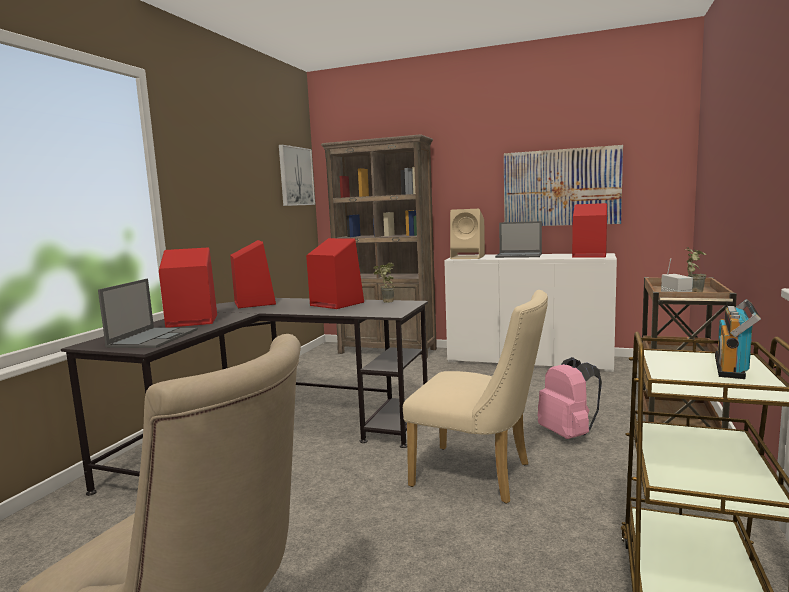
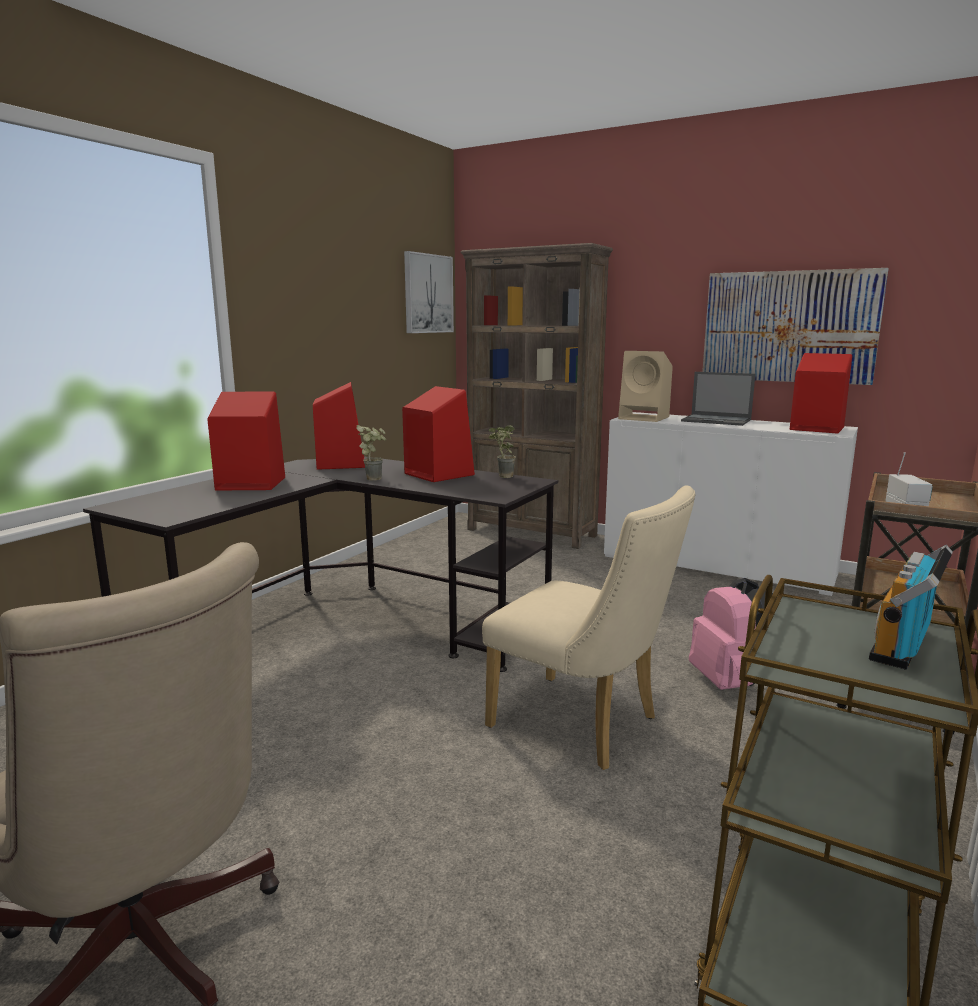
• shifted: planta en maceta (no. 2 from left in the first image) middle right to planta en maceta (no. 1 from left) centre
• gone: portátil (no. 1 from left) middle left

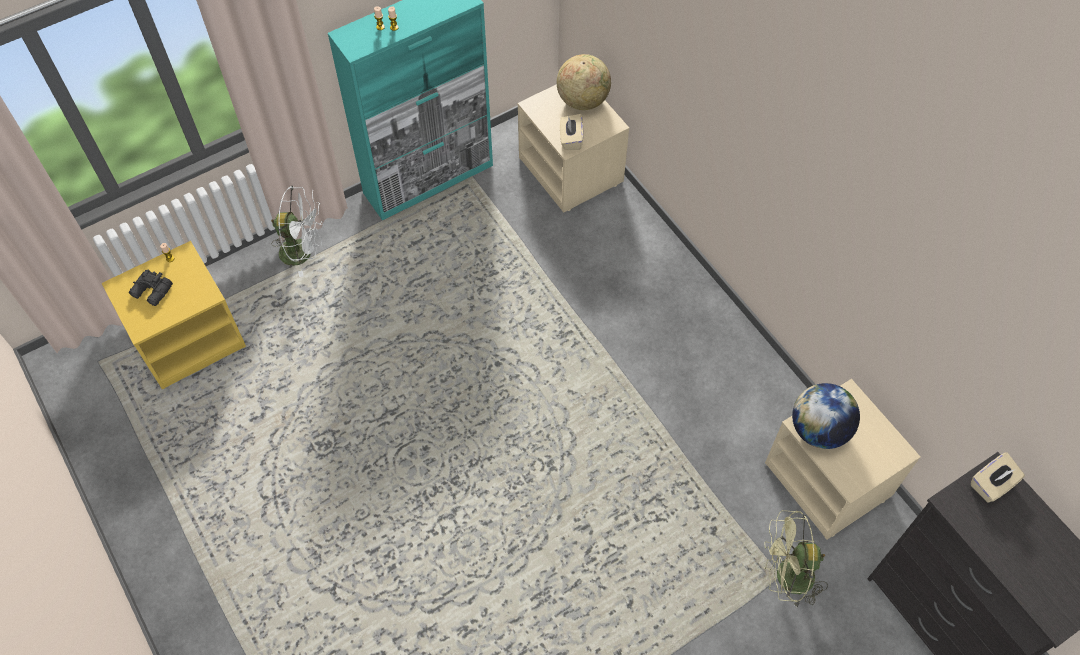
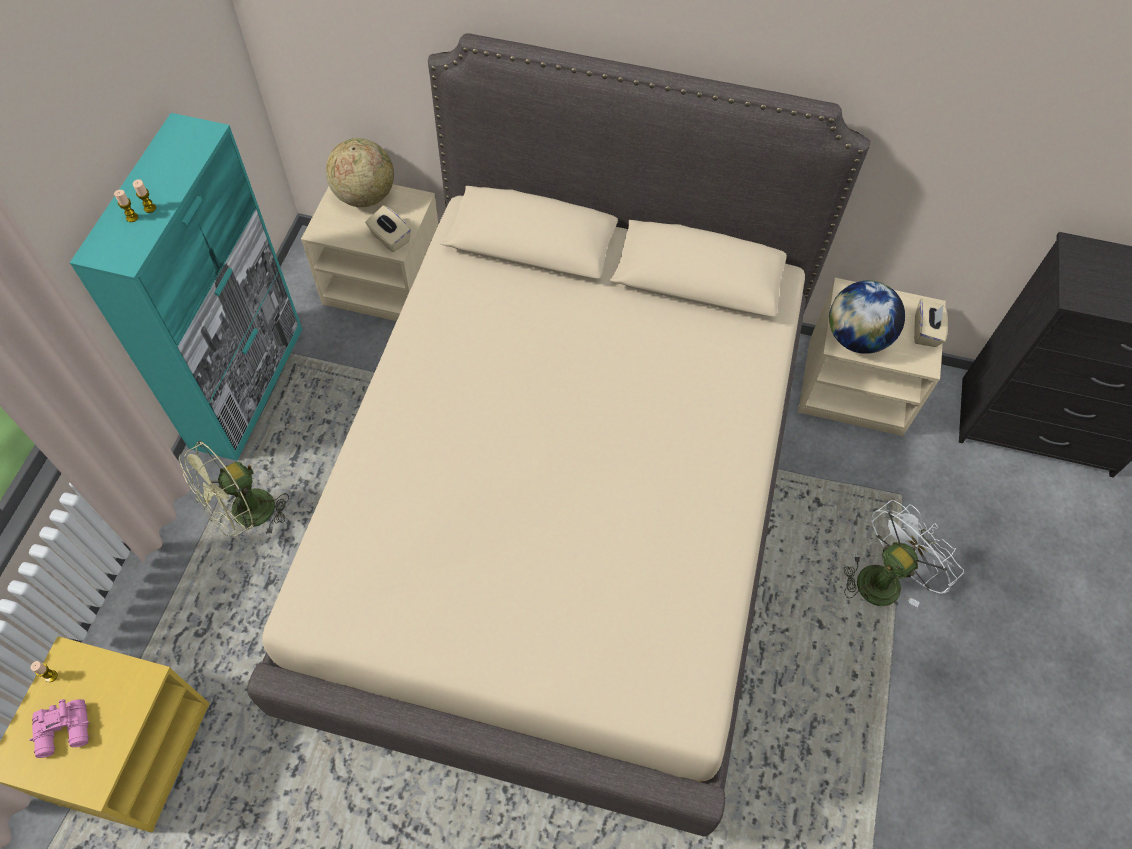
• repainted: prismáticos/negro middle left to prismáticos/rosa bottom left
• shifted: ventilador/verde bottom right to middle left
• new: cama/beis centre
• shifted: ventilador/blanco middle left to middle right
• shifted: caja de pañuelos/beis (no. 2 from left) bottom right to middle right

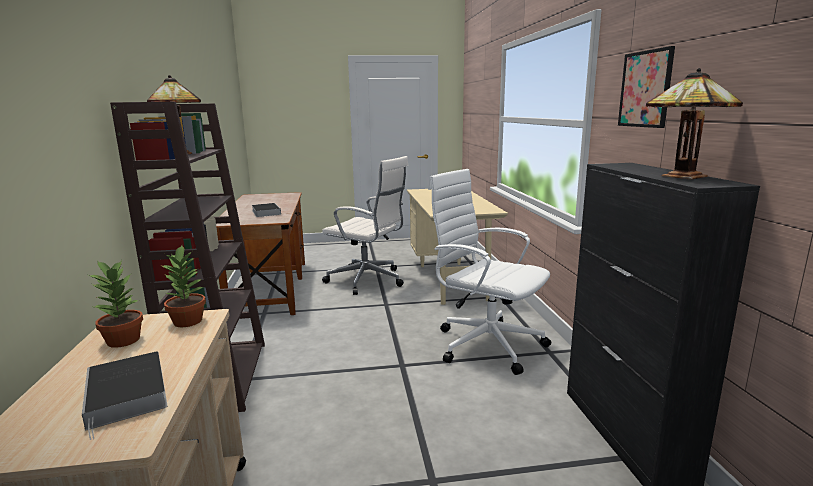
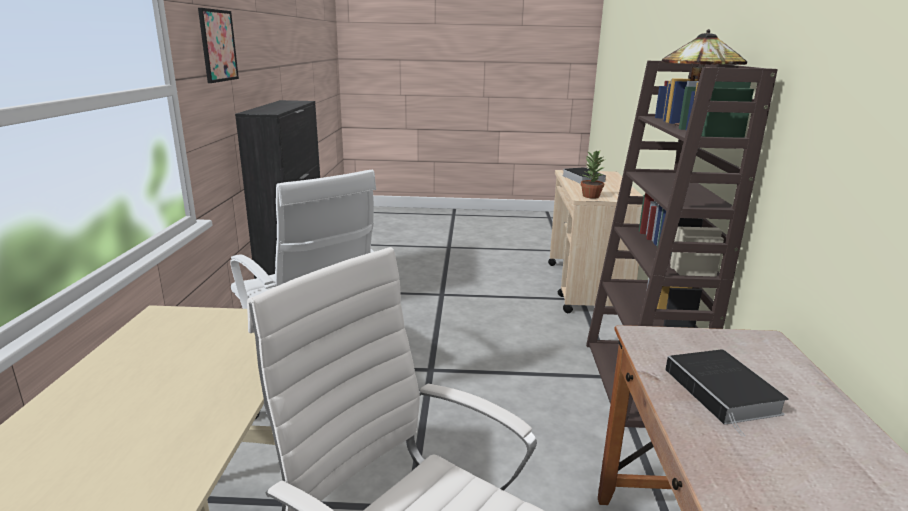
• gone: planta en maceta (no. 1 from left) middle left
• gone: lámpara de mesa (no. 2 from left) top right

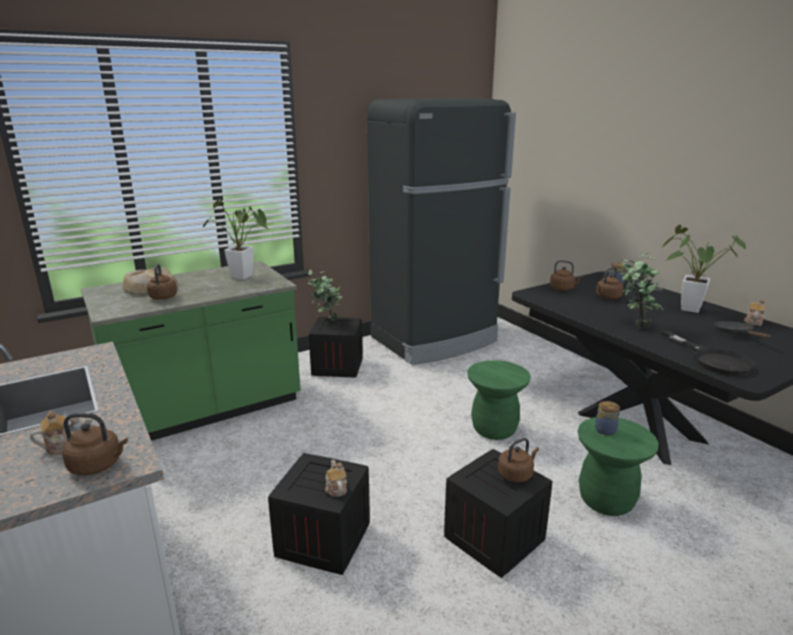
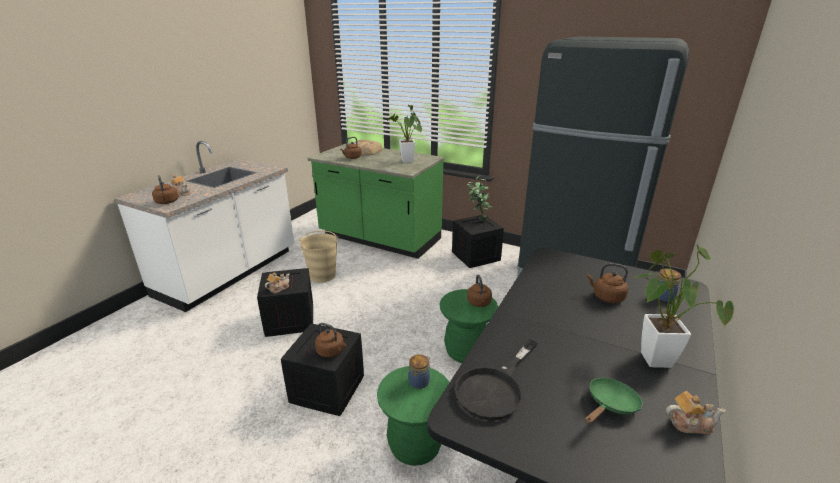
• new: cubo/beis centre
• shifted: hervidor/marrón (no. 4 from left) middle right to centre
• repainted: sartén/negro (no. 2 from left) middle right to sartén/verde bottom right
• gone: planta en maceta (no. 3 from left) middle right

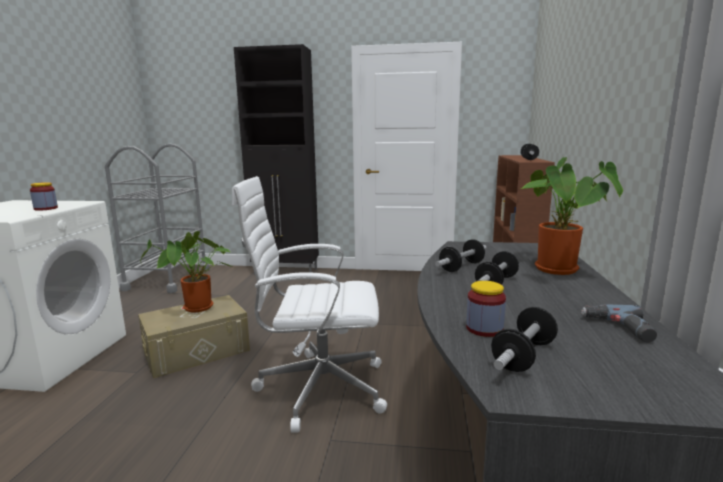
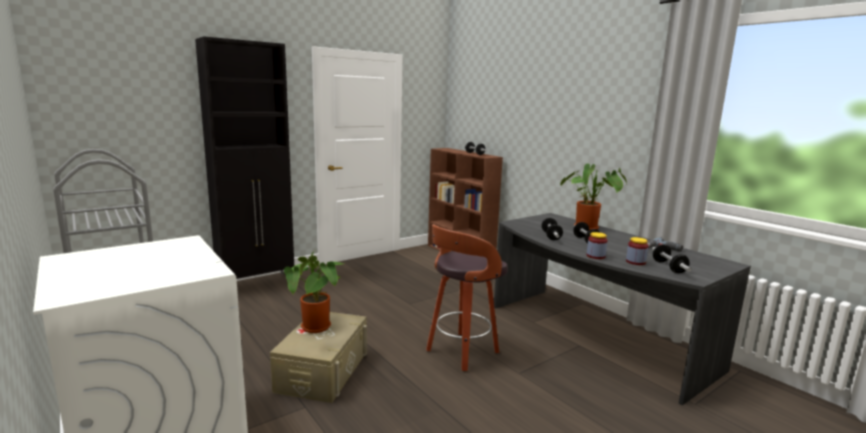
• swapped: silla de oficina/blanco centre to taburete bottom centre
• shifted: tarro (no. 1 from left) middle left to middle right

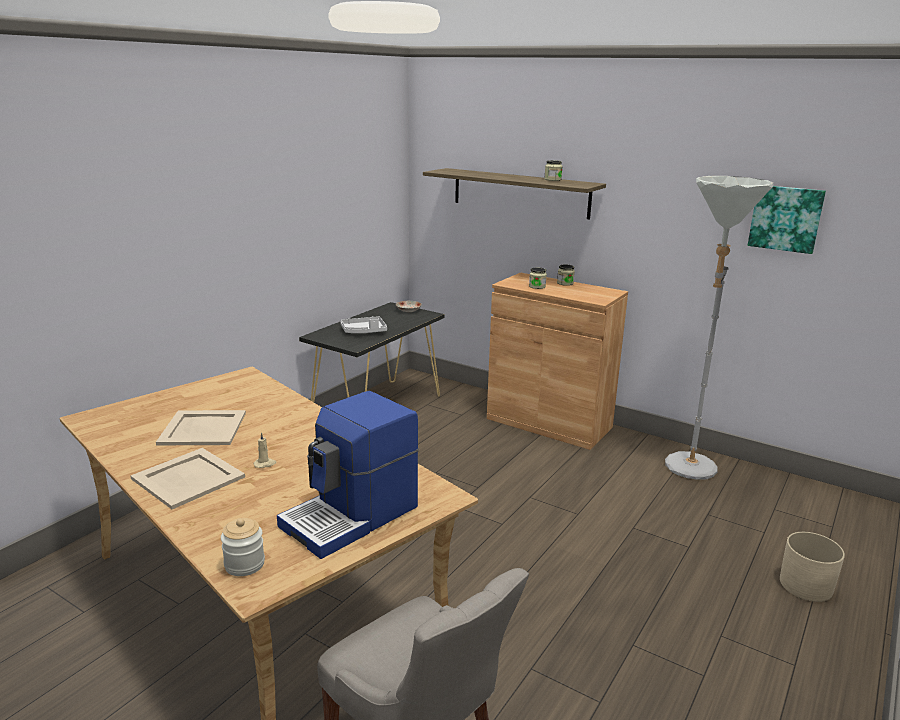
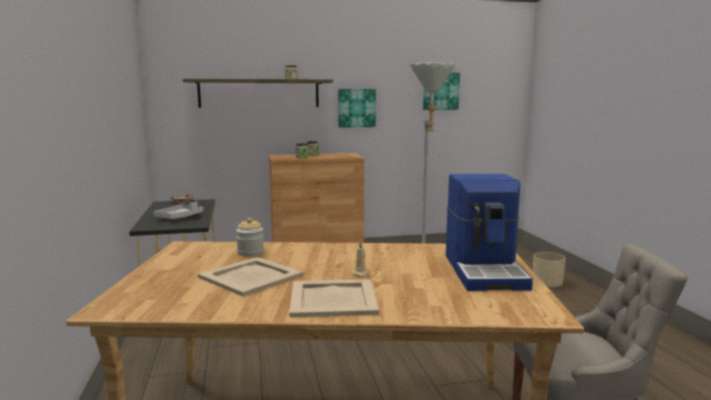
• shifted: tarro (no. 1 from left) bottom left to centre
• new: cuadro (no. 1 from left) top centre

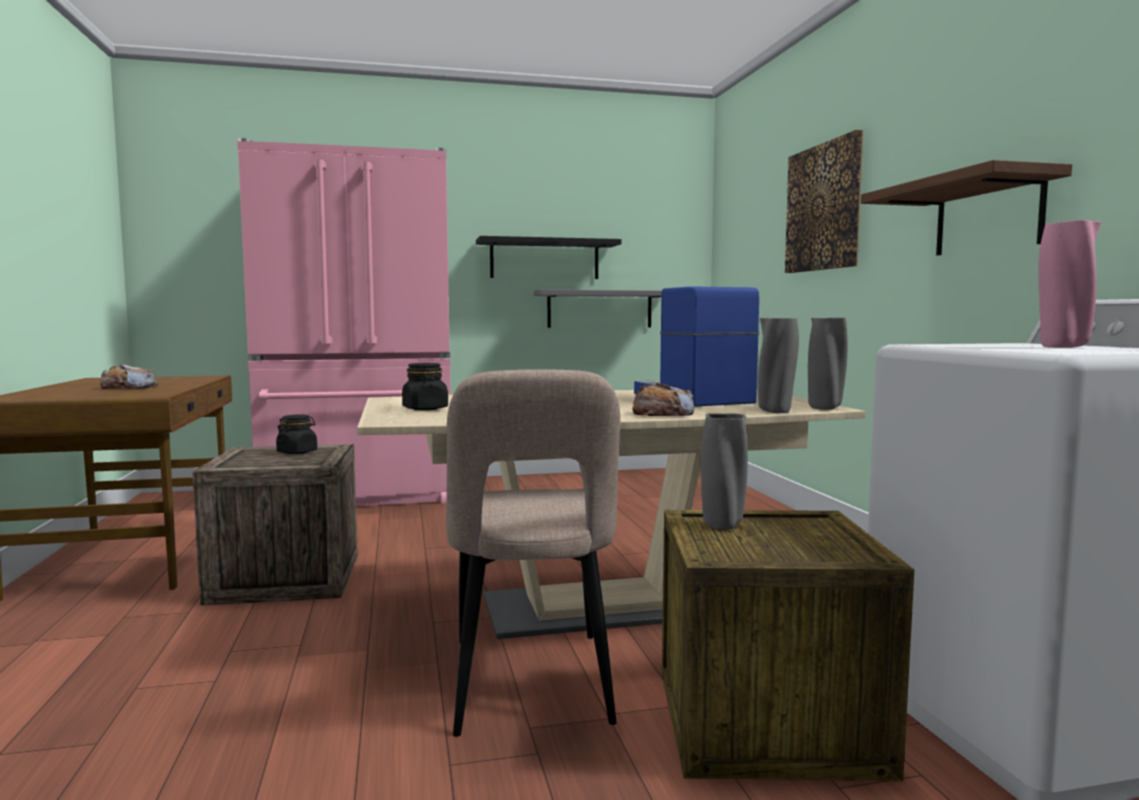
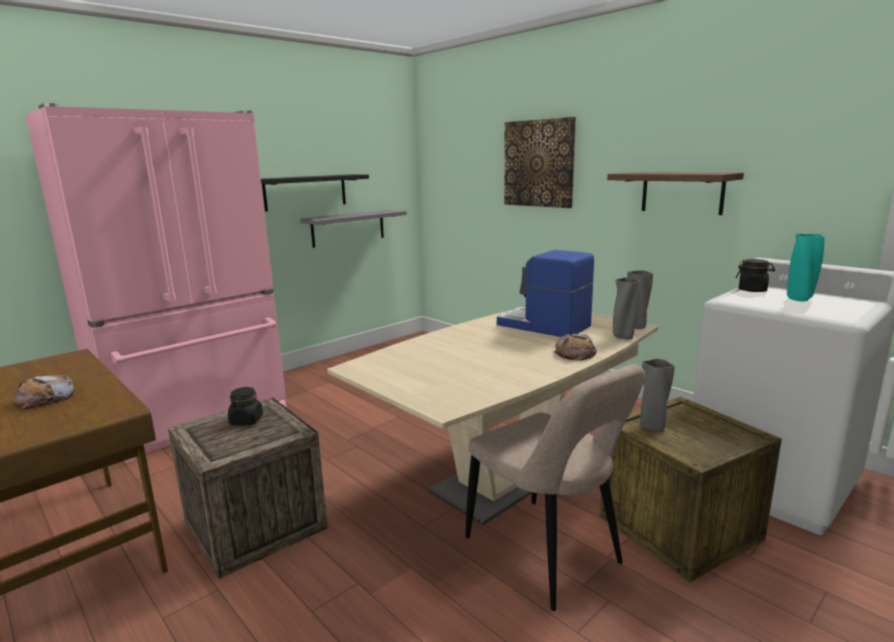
• shifted: tarro/negro (no. 2 from left) centre to middle right
• repainted: florero/rosa middle right to florero/turquesa middle right

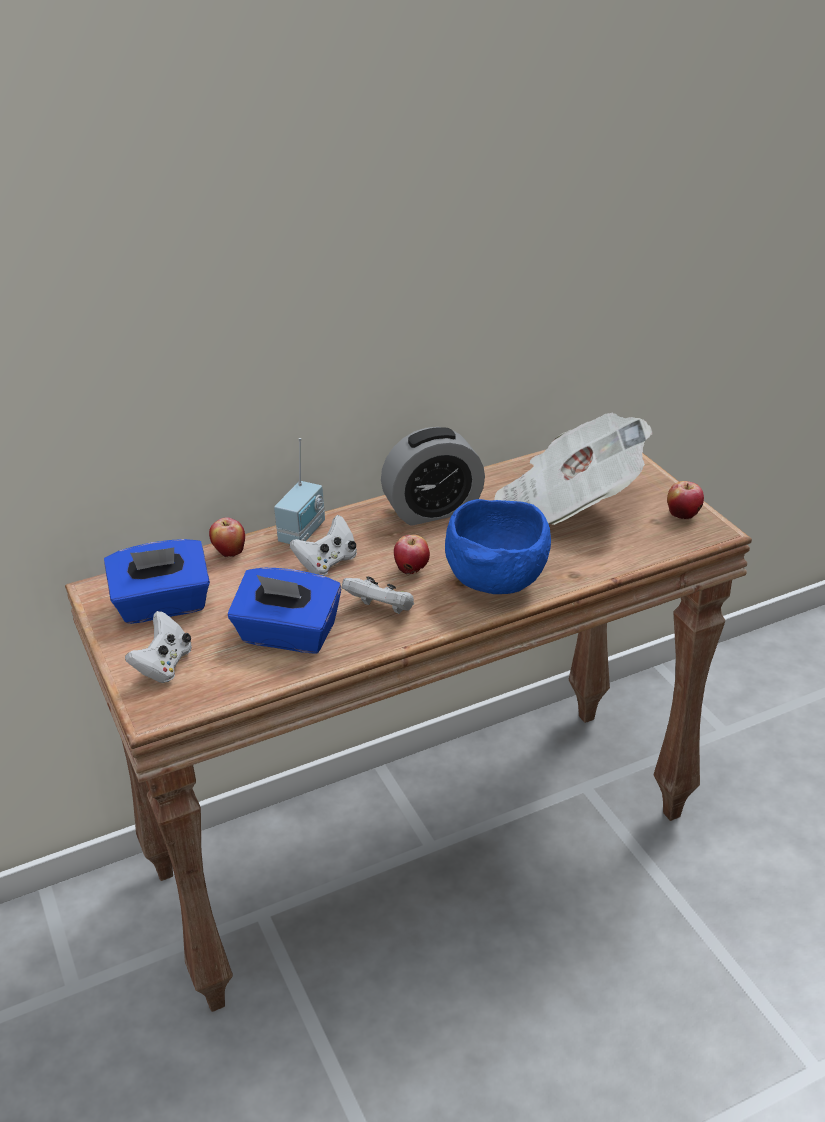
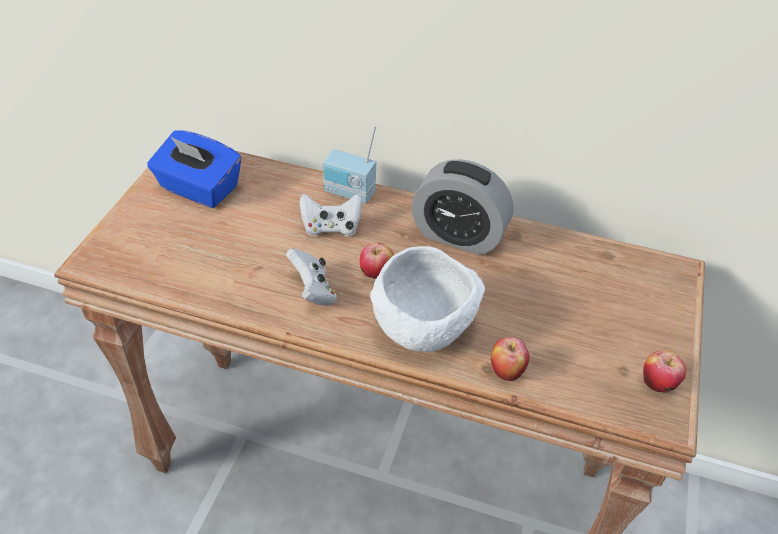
• rotated: radio centre = top centre 45 degrees clockwise
• repainted: cuenco/azul centre to cuenco/blanco centre
• shifted: manzana (no. 1 from left in the first image) middle left to manzana (no. 2 from left) bottom centre
• gone: mando de consola/blanco (no. 1 from left) middle left
• gone: caja de pañuelos/azul (no. 2 from left) centre
• gone: periódico middle right

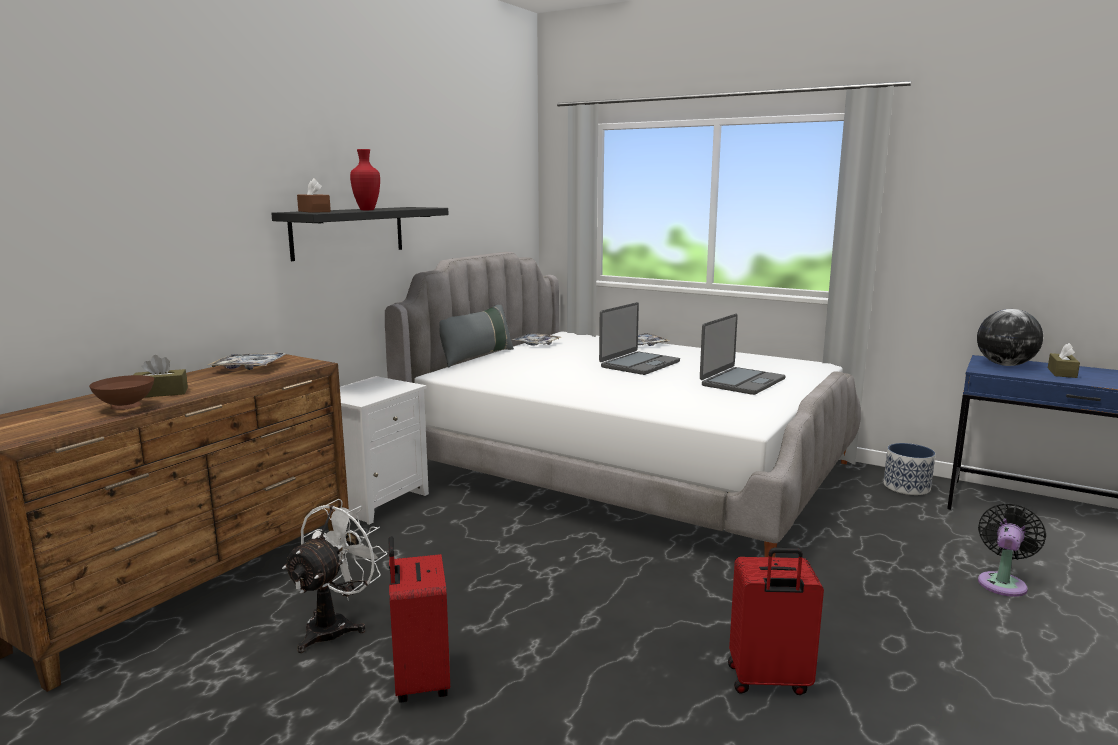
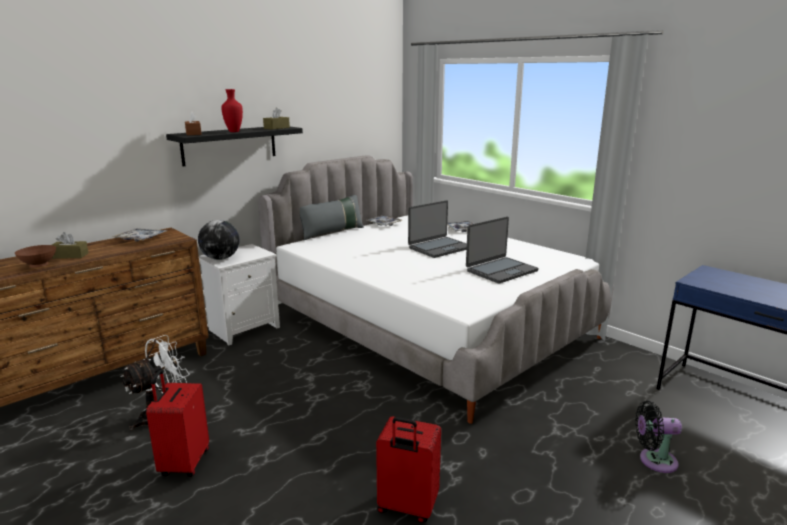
• shifted: globo terráqueo middle right to middle left
• shifted: caja de pañuelos/marrón (no. 3 from left) middle right to top centre
• rotated: ventilador/negro bottom right = bottom right 135 degrees counterclockwise
• gone: maceta middle right

